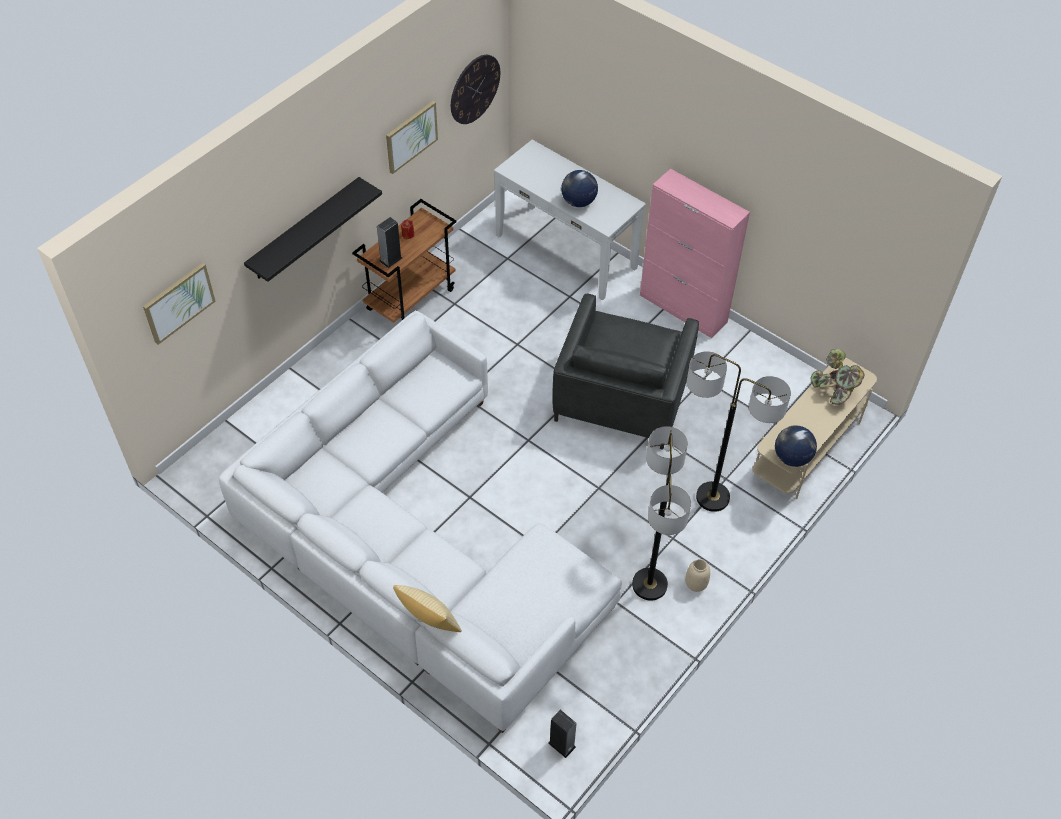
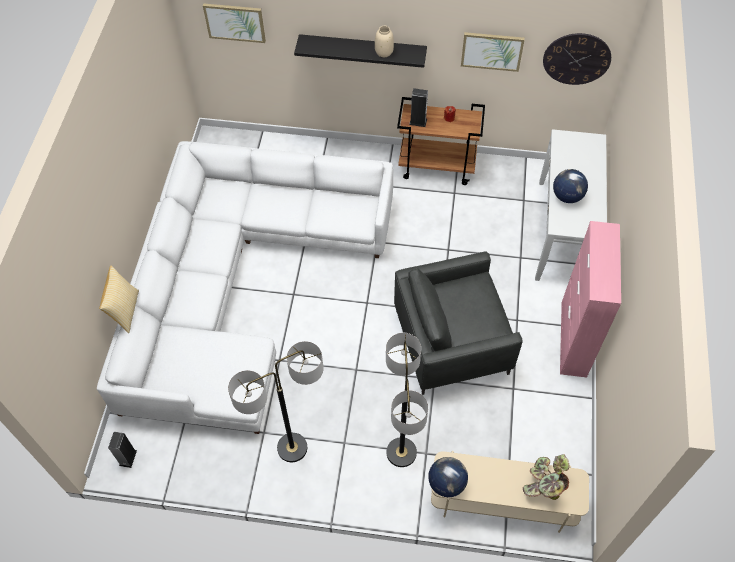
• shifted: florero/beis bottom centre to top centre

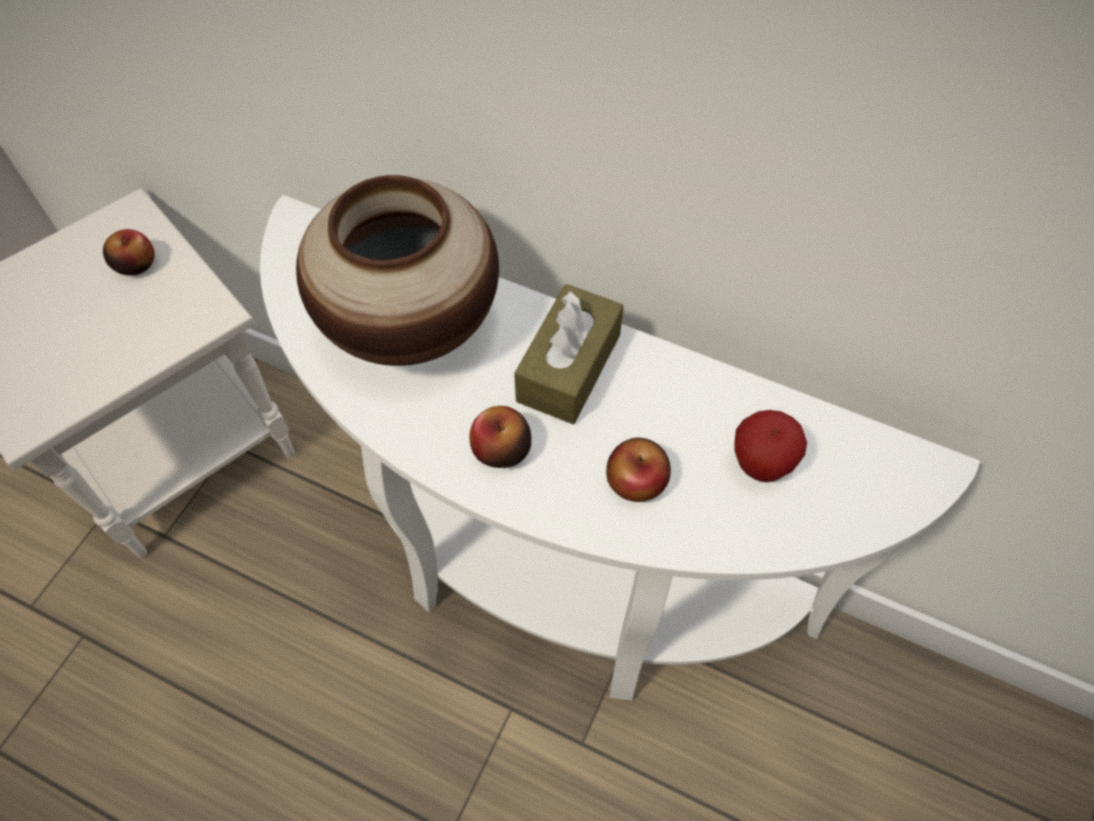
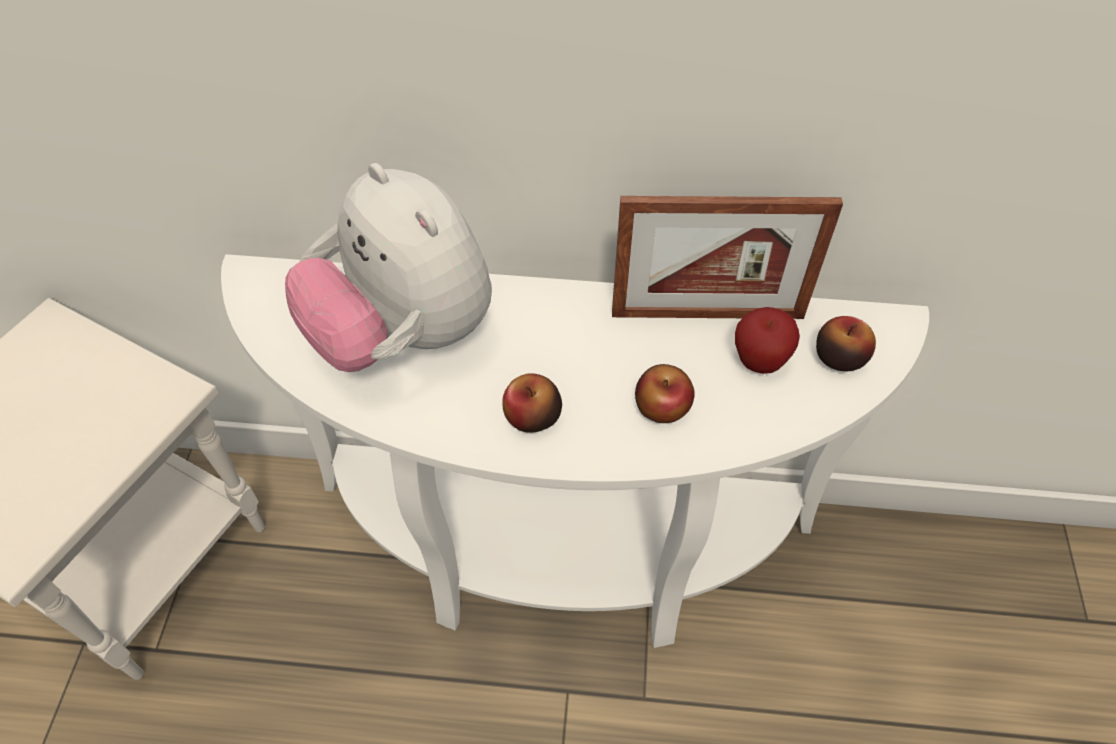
• swapped: florero top centre to peluche centre
• new: portarretratos centre
• shifted: manzana (no. 1 from left in the first image) top left to manzana (no. 4 from left) middle right
• gone: caja de pañuelos/marrón centre

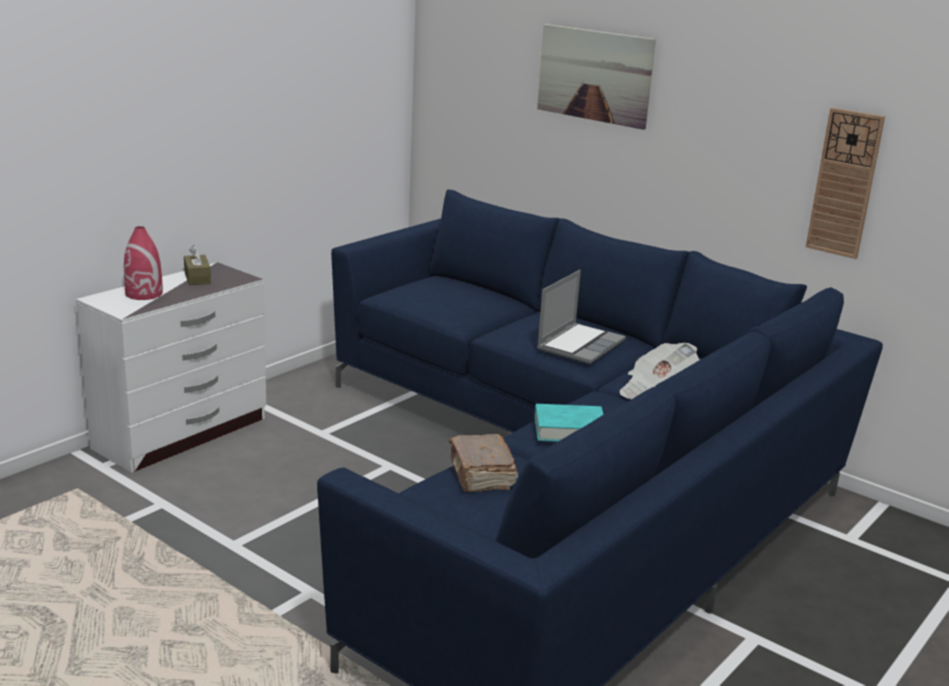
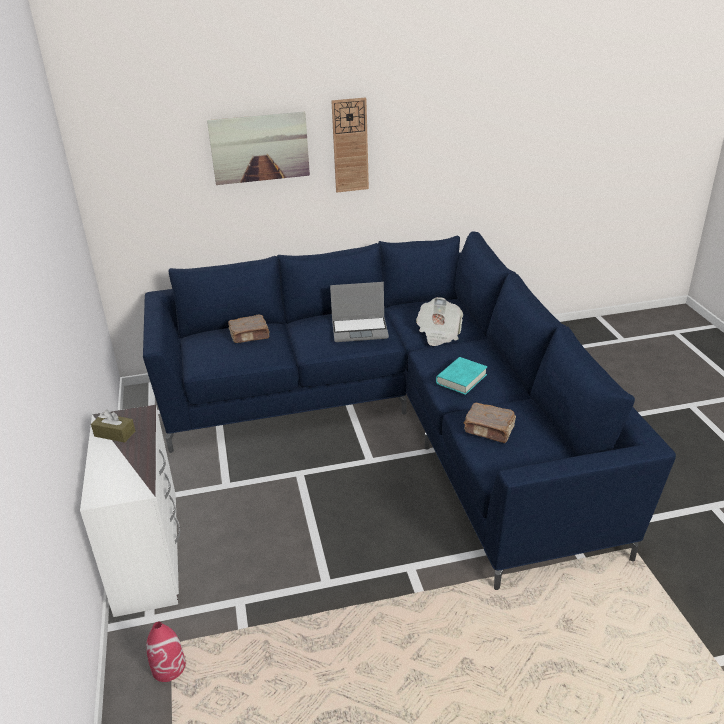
• shifted: florero/rojo middle left to bottom left
• new: libro/marrón (no. 1 from left) centre
• rotated: portátil centre = centre 105 degrees clockwise
• shifted: reloj de pared top right to top centre

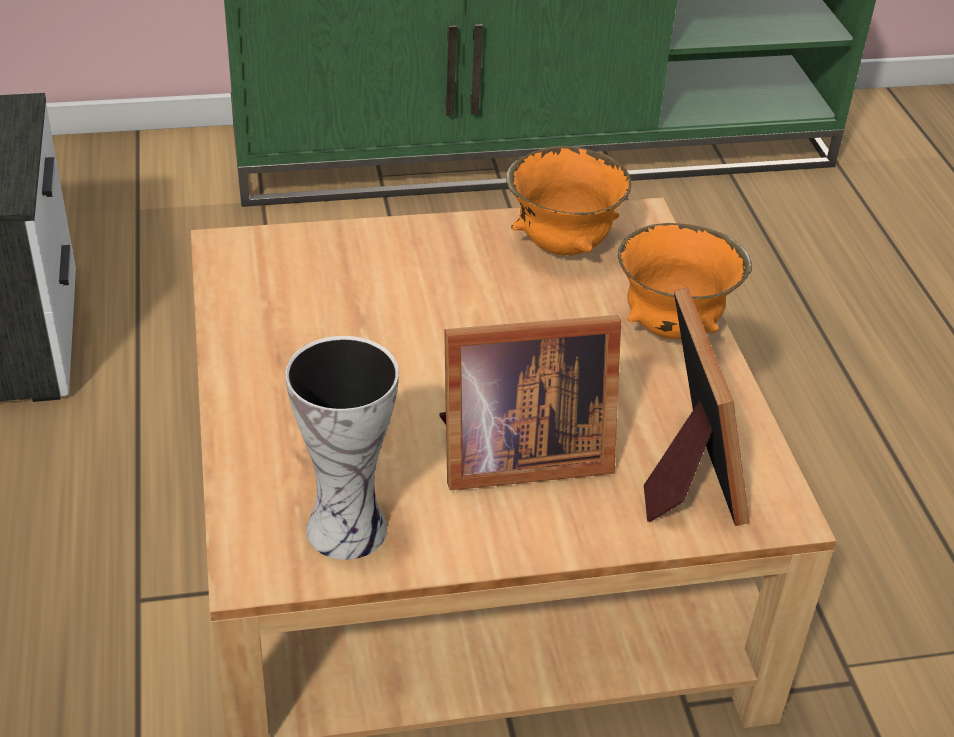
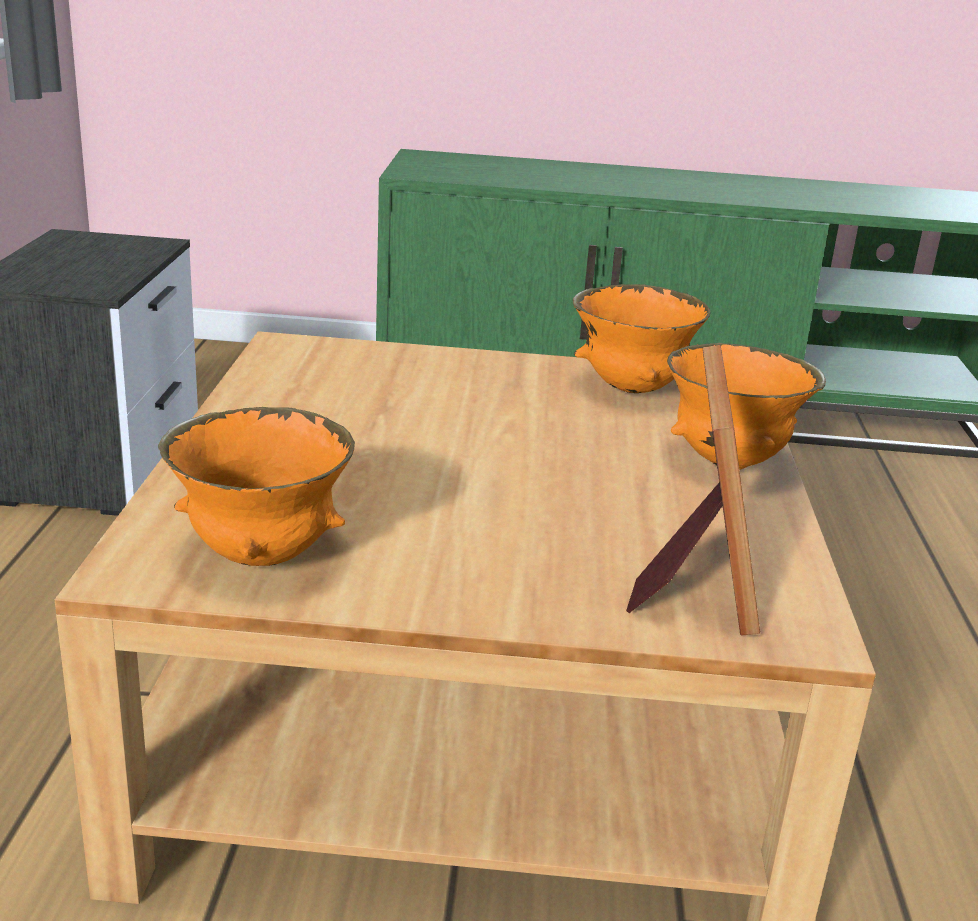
• swapped: florero centre to cuenco/naranja (no. 1 from left) middle left
• gone: portarretratos (no. 1 from left) centre

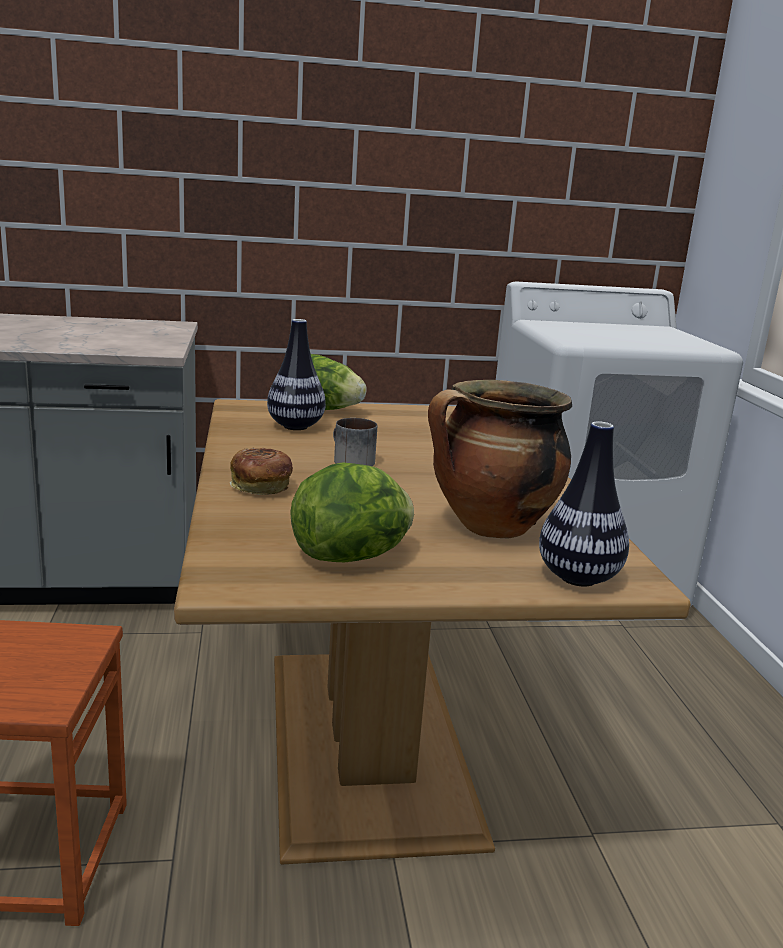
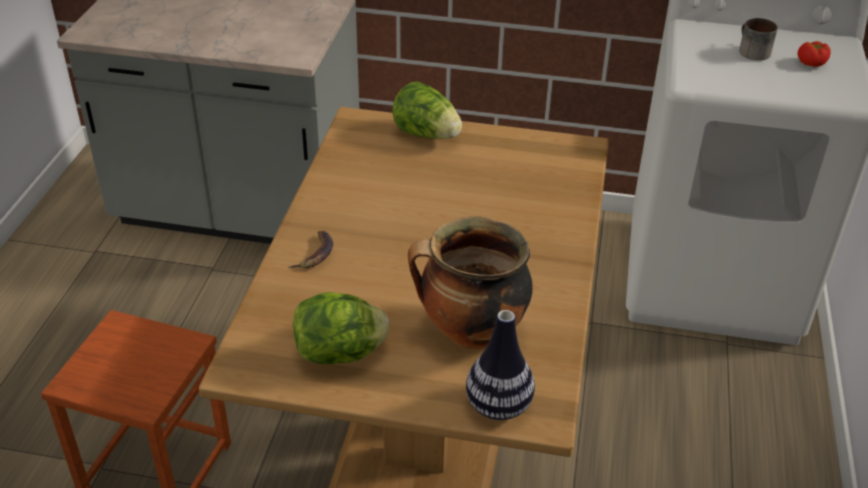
• swapped: pan centre to plátano centre
• shifted: taza grande centre to top right
• new: tomate top right
• gone: florero (no. 1 from left) centre

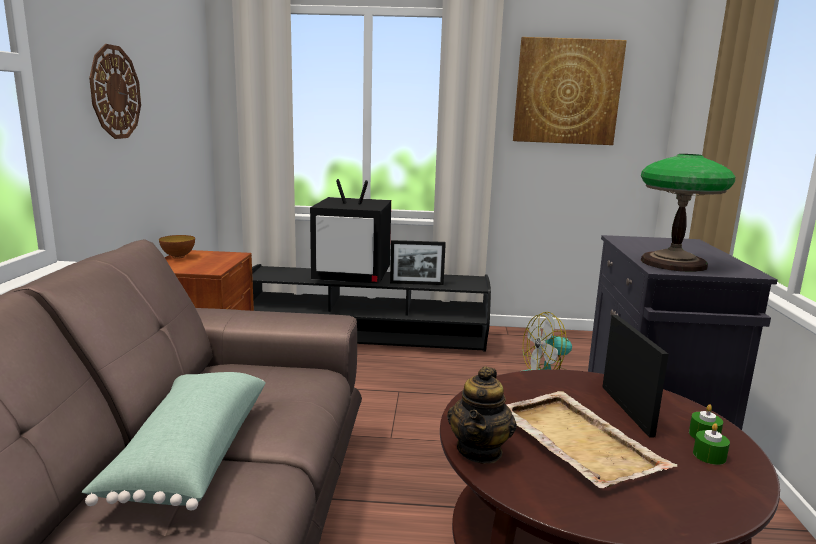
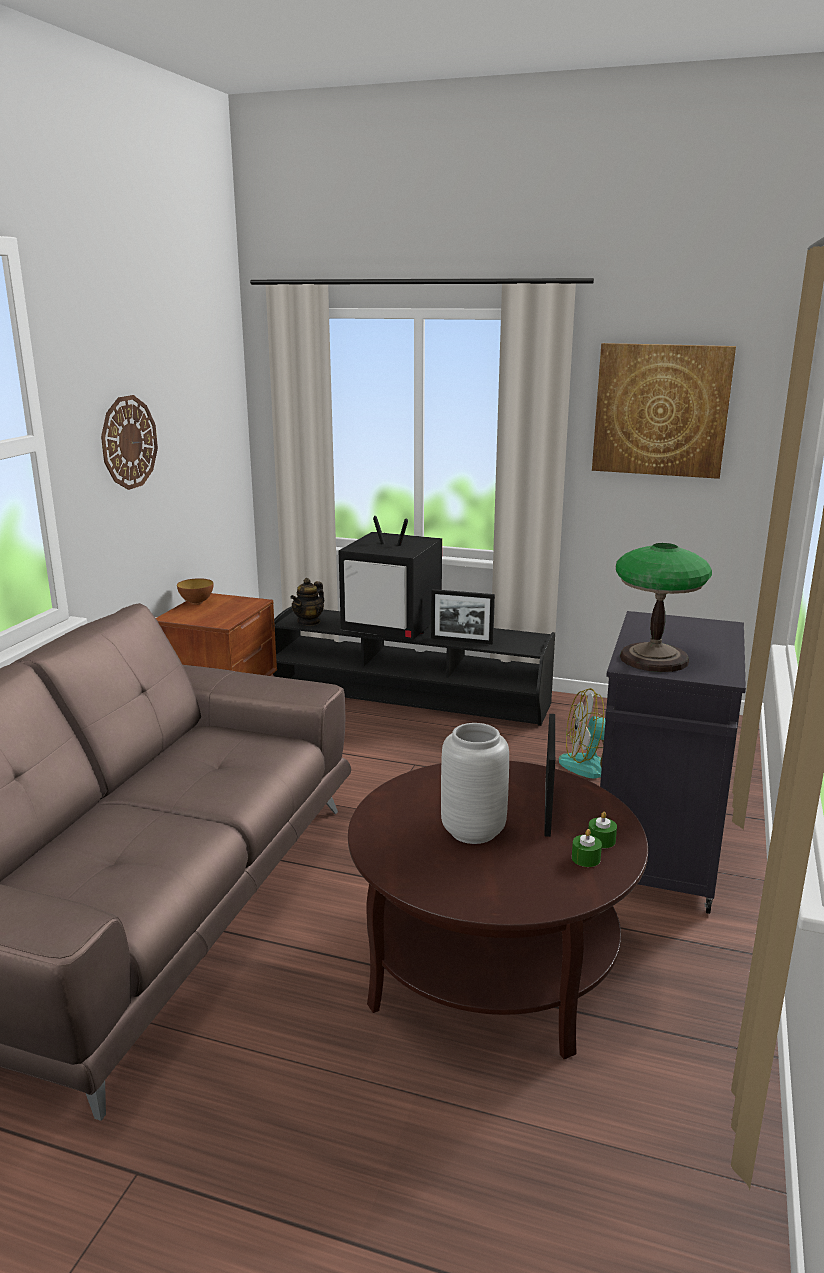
• shifted: tetera bottom centre to centre
• swapped: bandeja/beis bottom right to florero/gris centre
• gone: cojín/verde bottom left

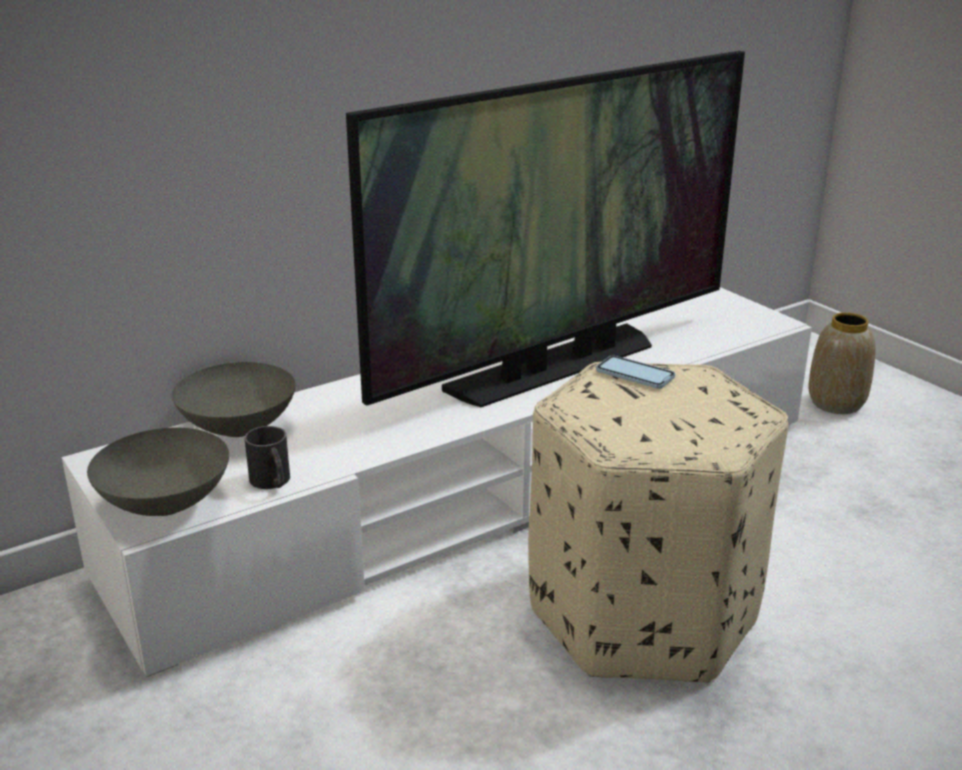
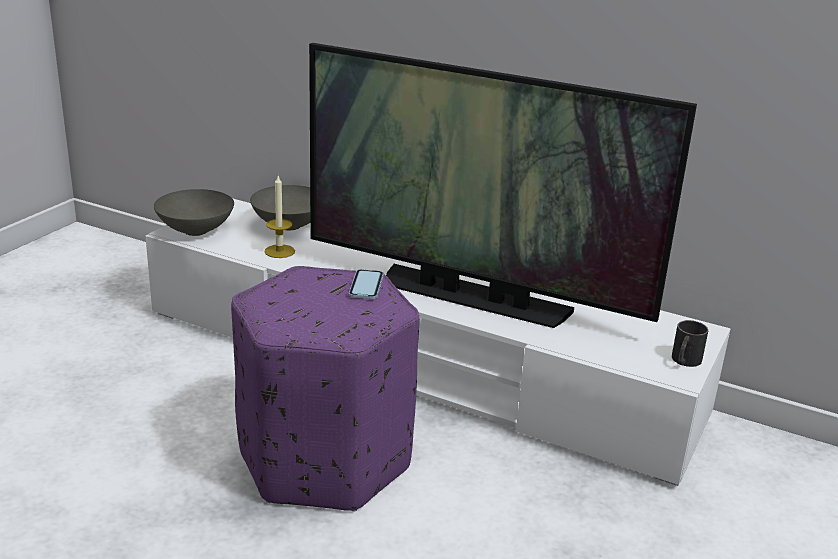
• repainted: puf/beis bottom right to puf/morado bottom centre
• new: vela middle left
• shifted: taza grande/negro middle left to middle right
• gone: florero middle right

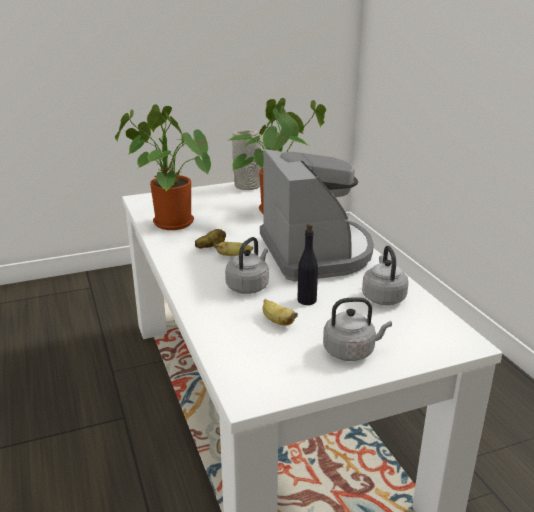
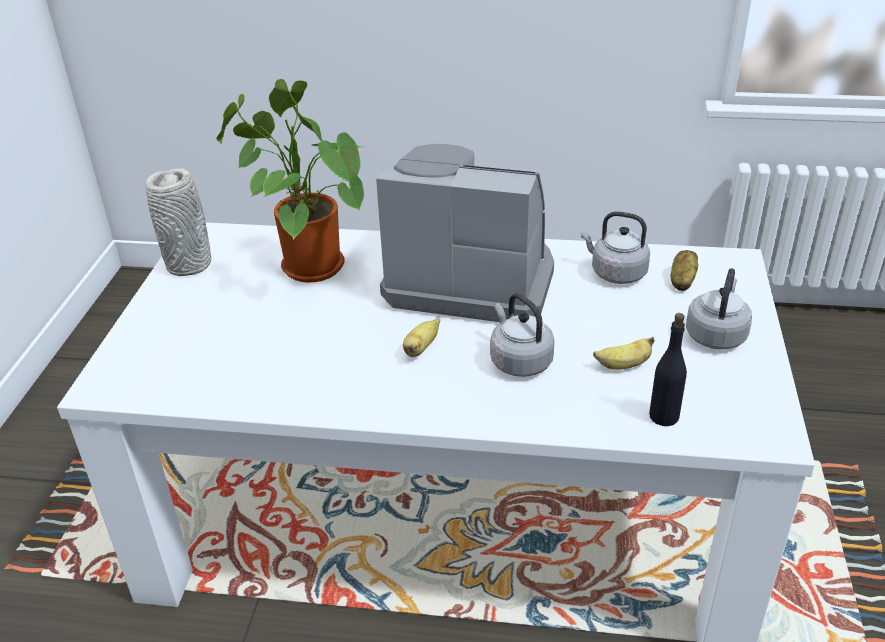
• shifted: botella/negro centre to middle right
• shifted: patata centre to middle right
• gone: planta en maceta (no. 1 from left) top left

